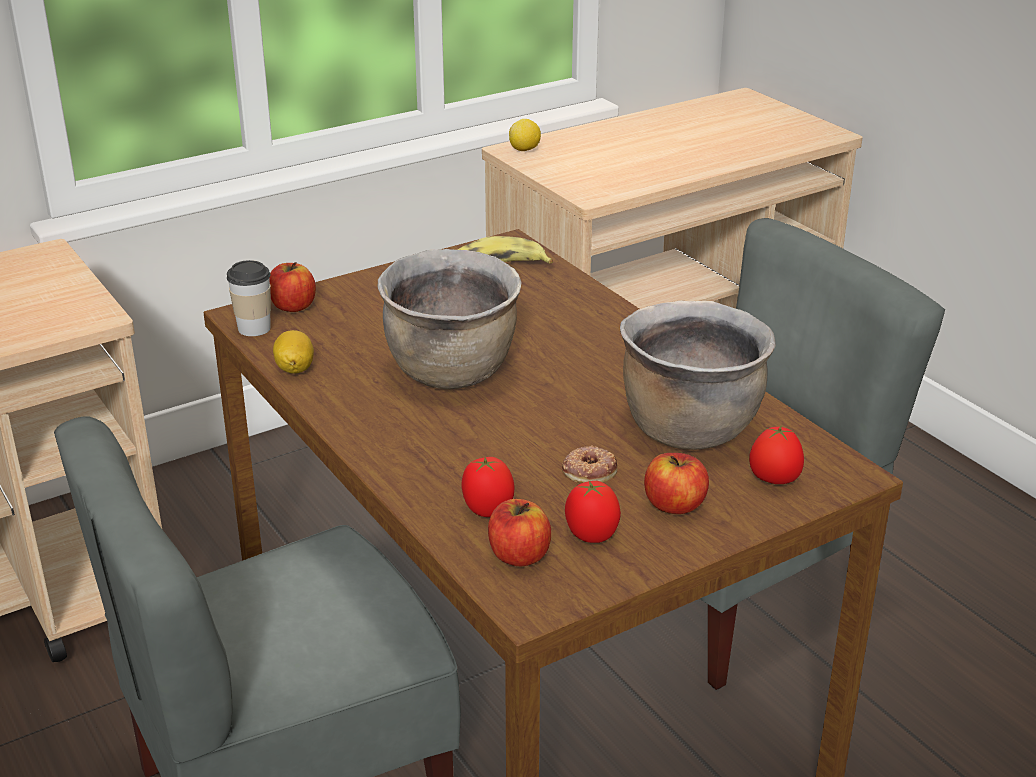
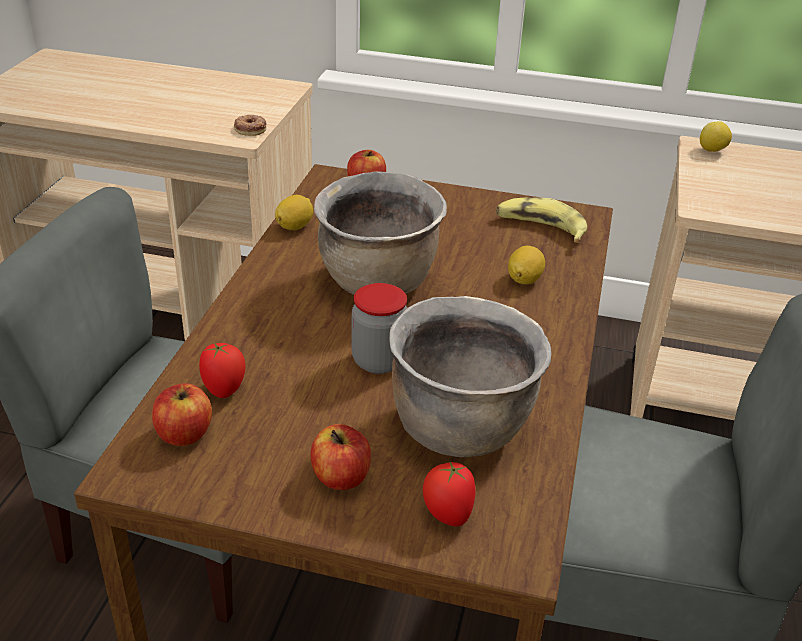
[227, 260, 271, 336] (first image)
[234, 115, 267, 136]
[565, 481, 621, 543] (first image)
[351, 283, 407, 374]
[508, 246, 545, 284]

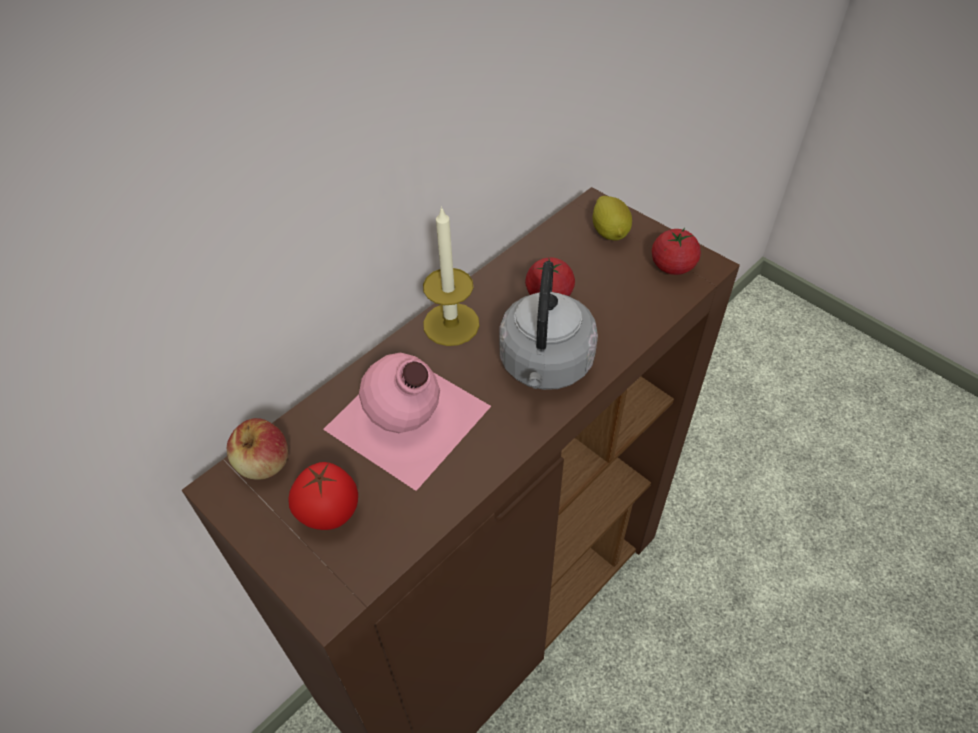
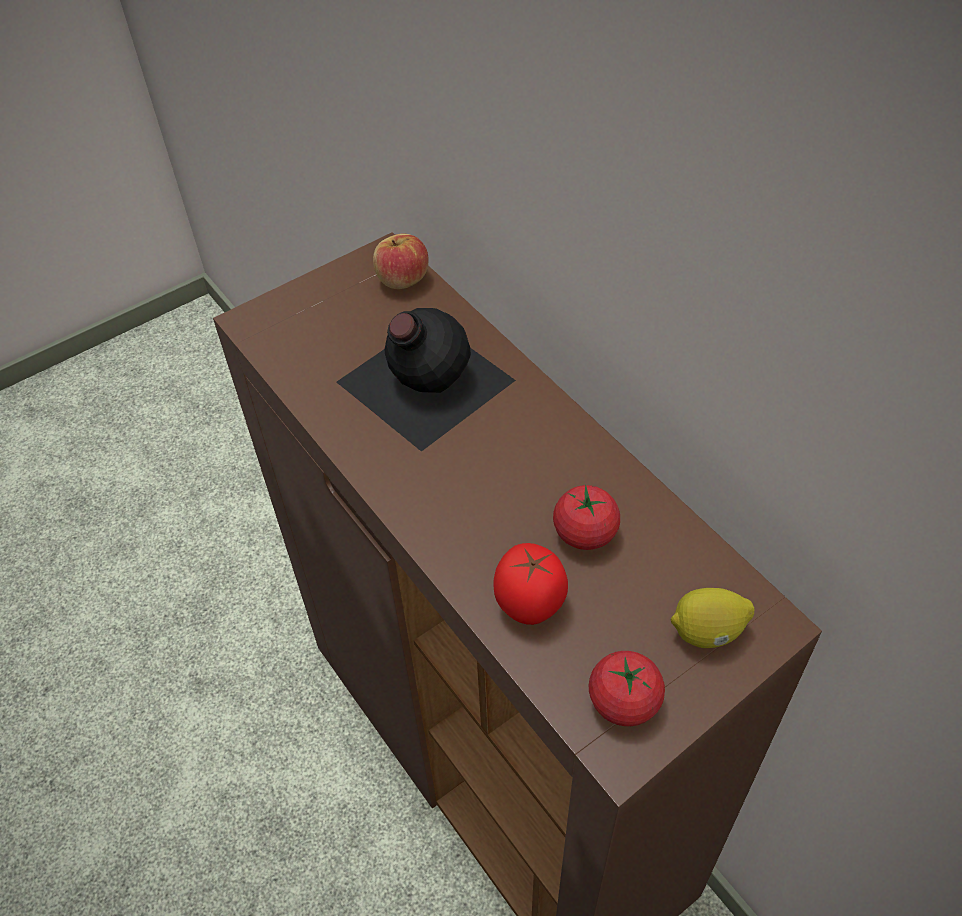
[493, 543, 568, 625]
[336, 308, 516, 452]
[423, 206, 479, 346] (first image)
[499, 261, 598, 390] (first image)

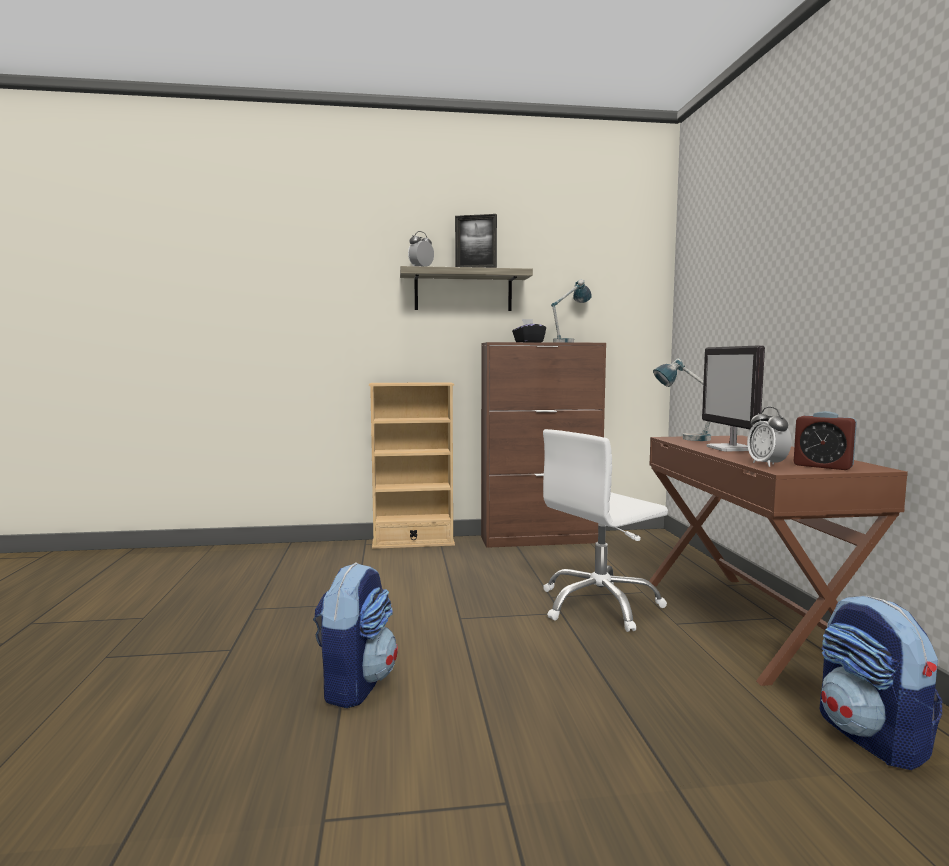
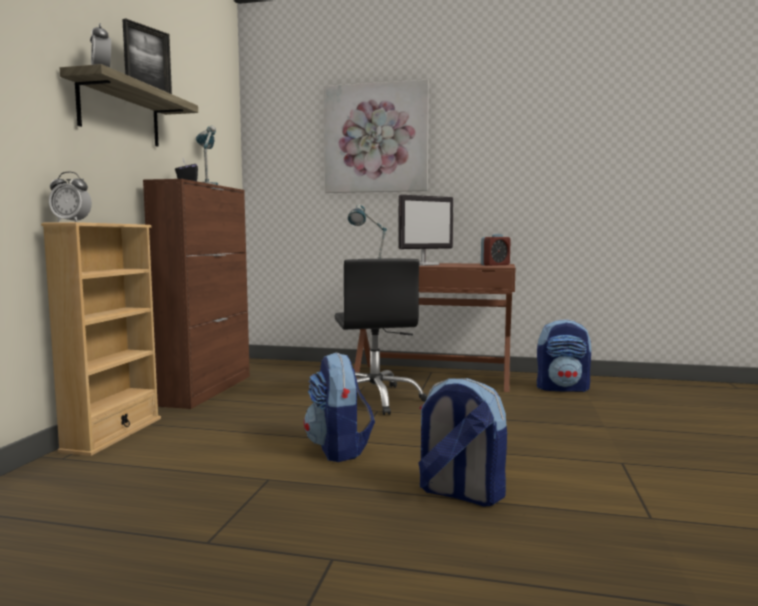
[335, 259, 427, 415]
[398, 195, 454, 266]
[49, 172, 92, 222]
[304, 352, 375, 462]
[324, 80, 429, 193]

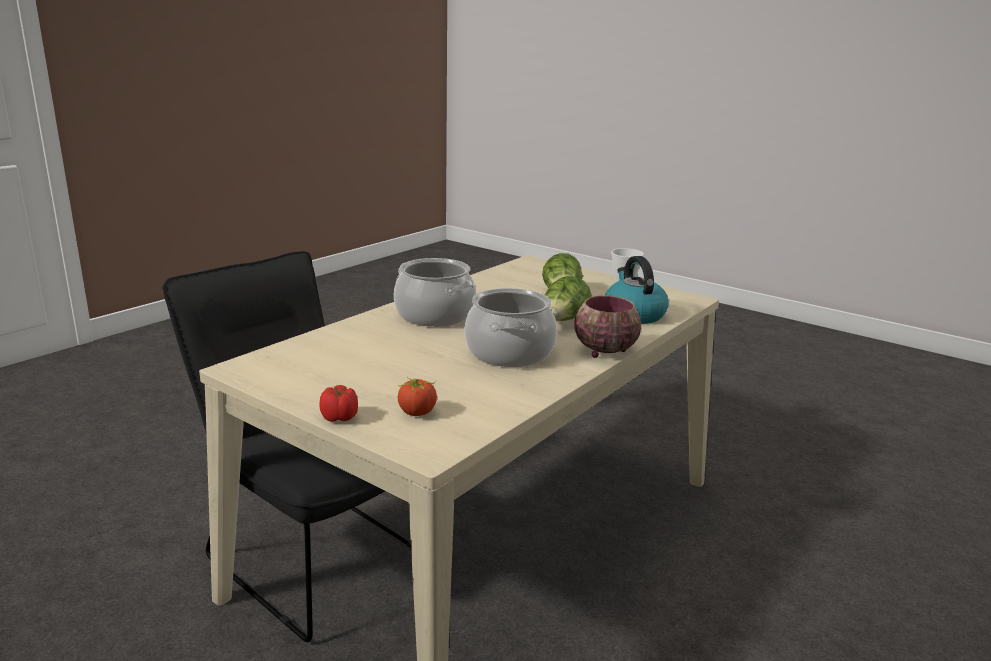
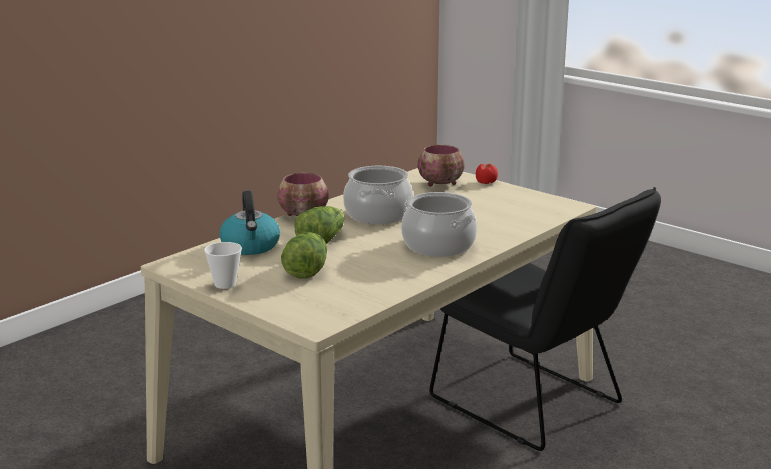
[417, 145, 465, 187]

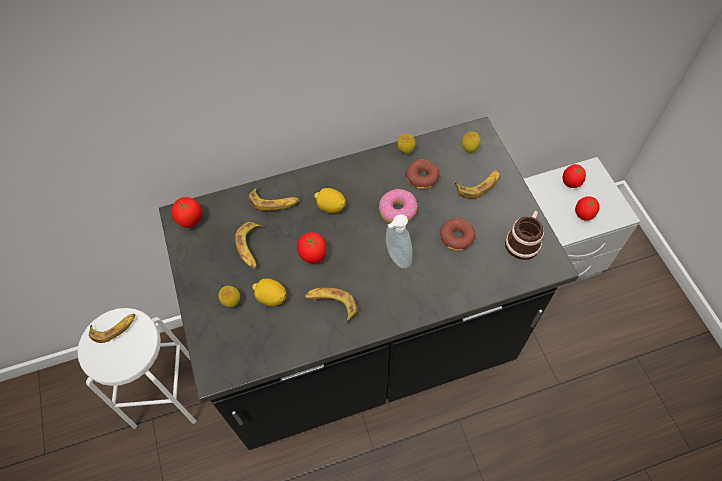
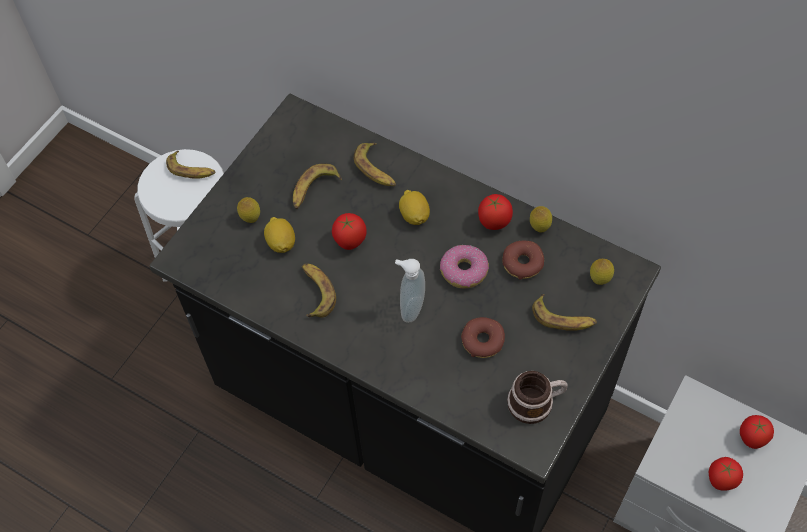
[478, 194, 513, 230]

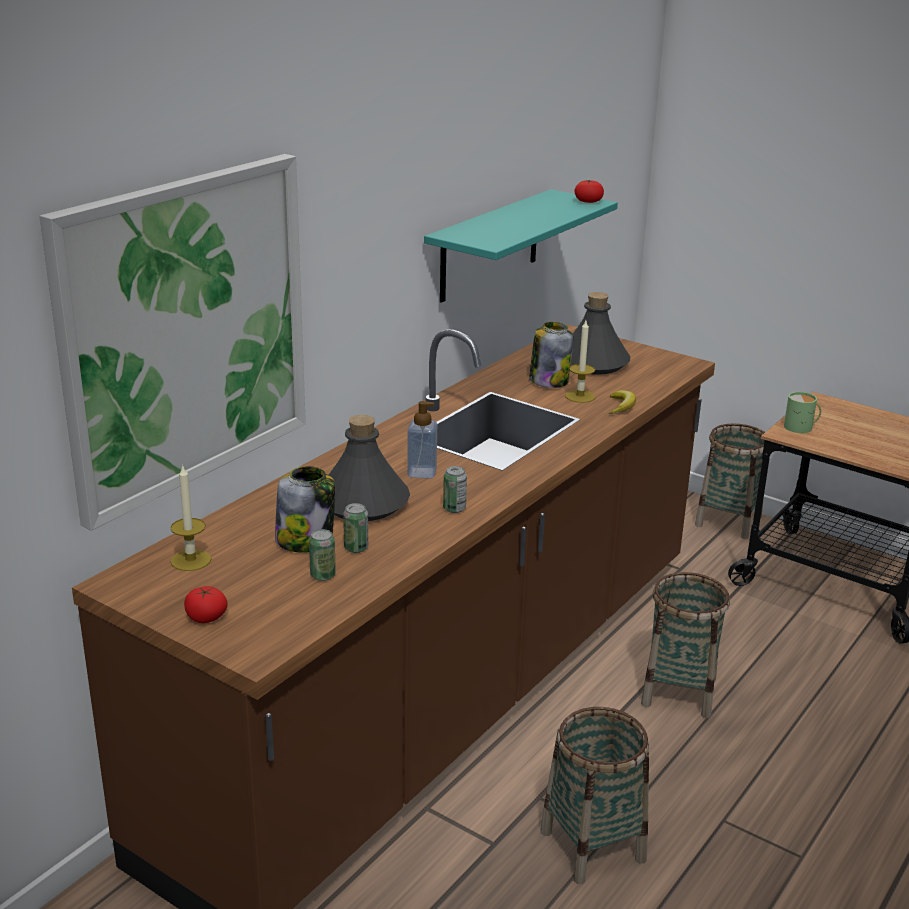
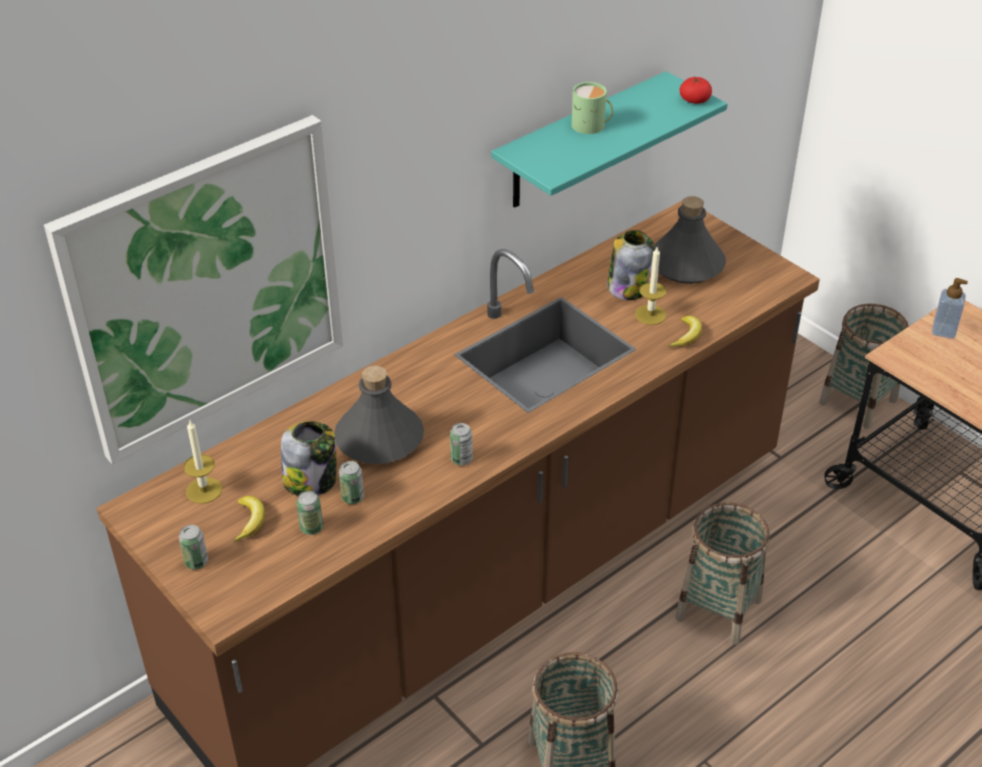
[179, 525, 208, 569]
[932, 278, 968, 339]
[572, 82, 613, 134]
[232, 496, 265, 542]

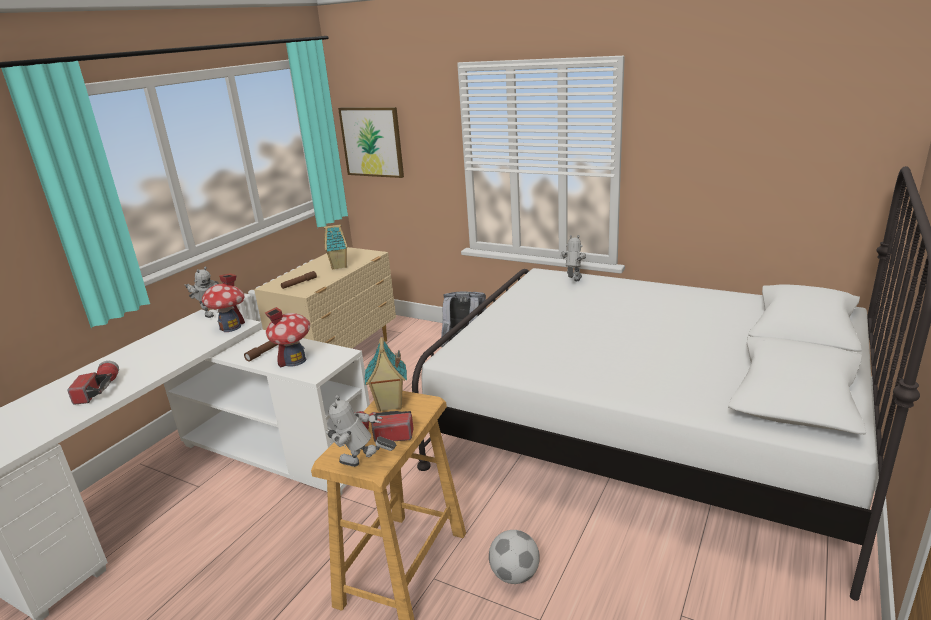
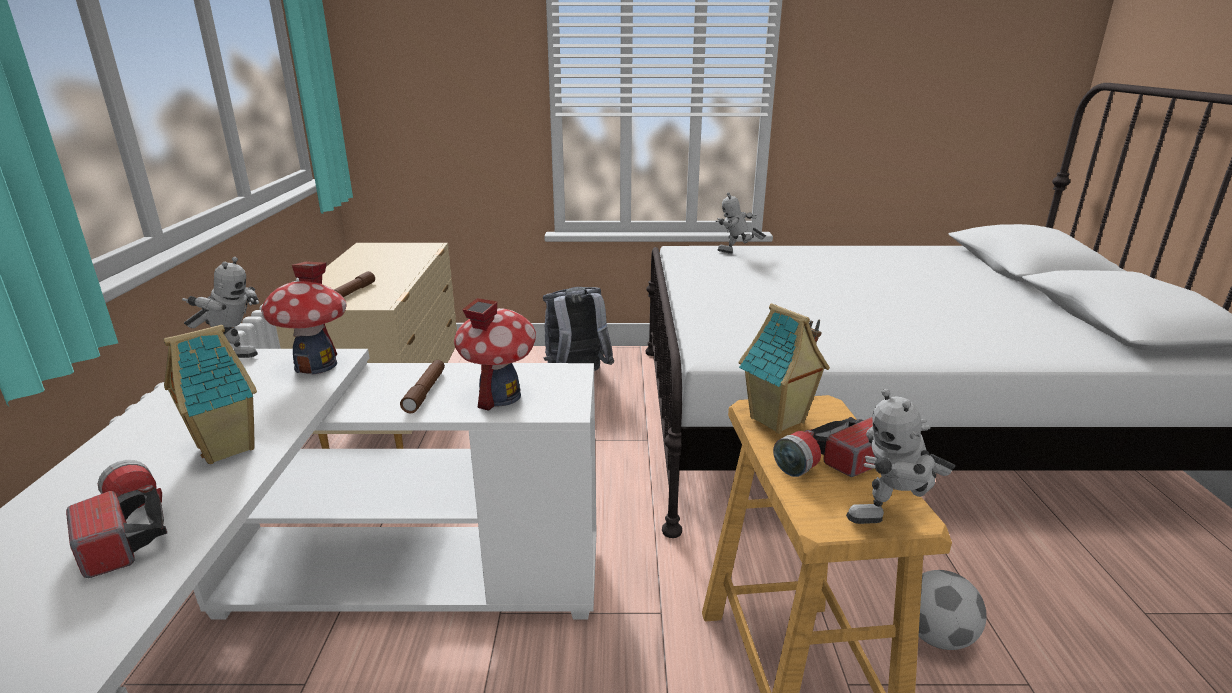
[164, 325, 257, 464]
[338, 107, 404, 178] (first image)
[716, 192, 766, 254]

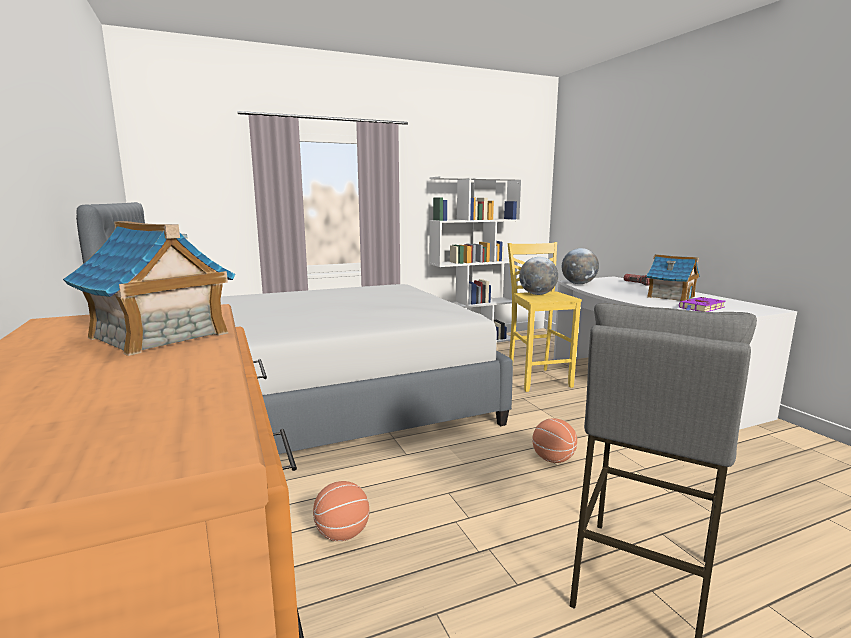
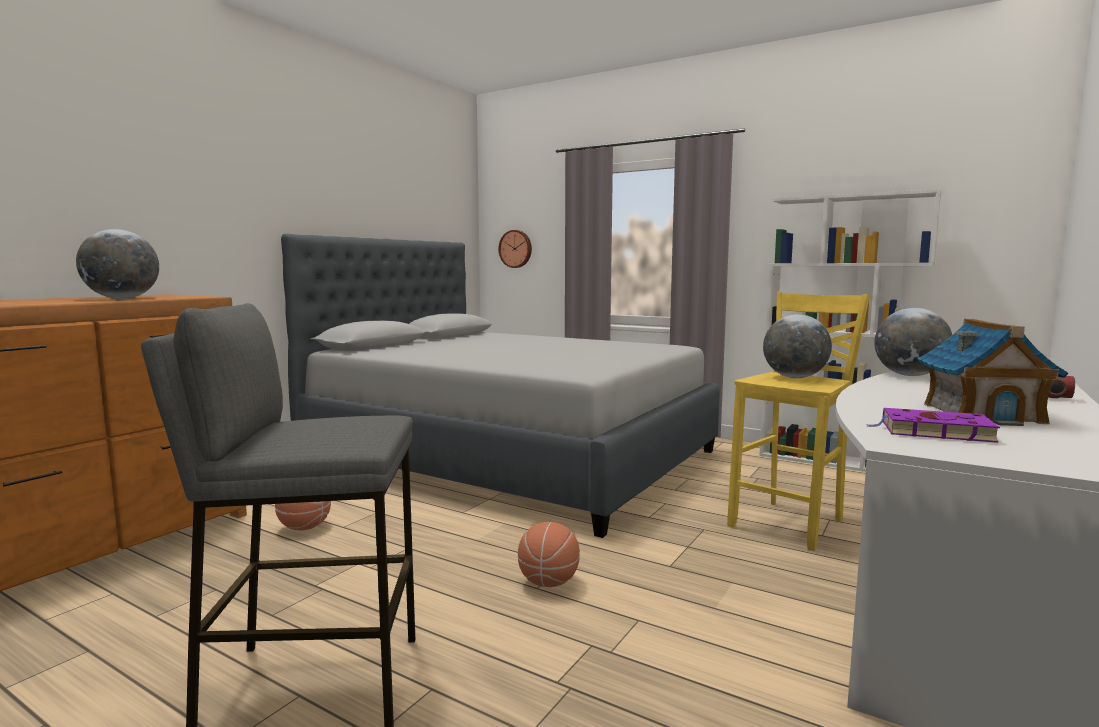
[76, 229, 159, 299]
[498, 230, 532, 268]

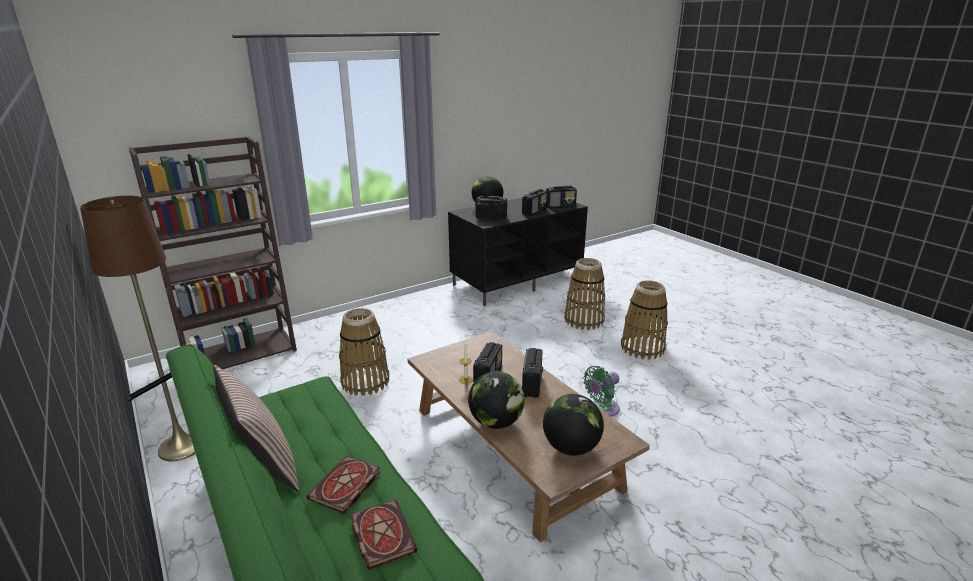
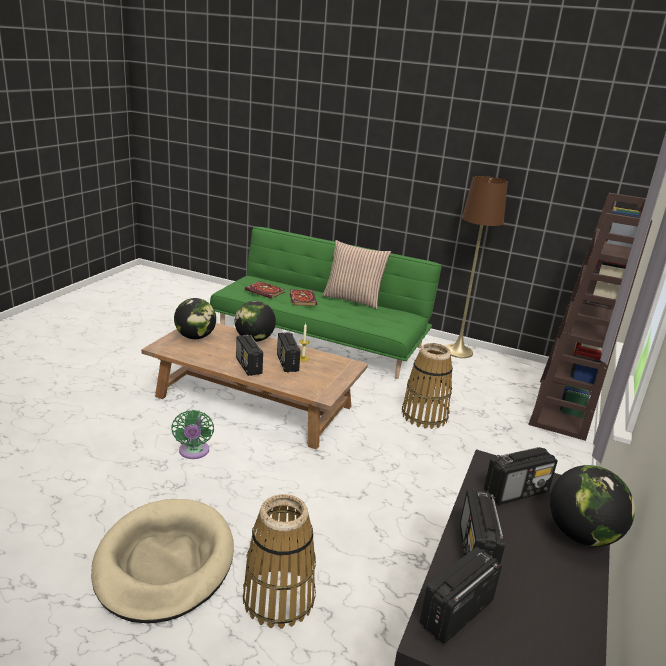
[171, 410, 214, 459]
[91, 499, 234, 624]

